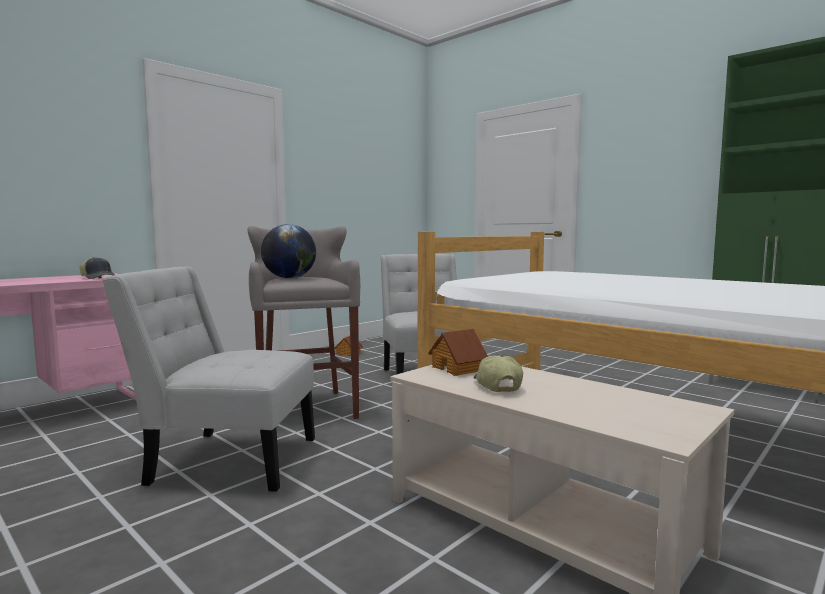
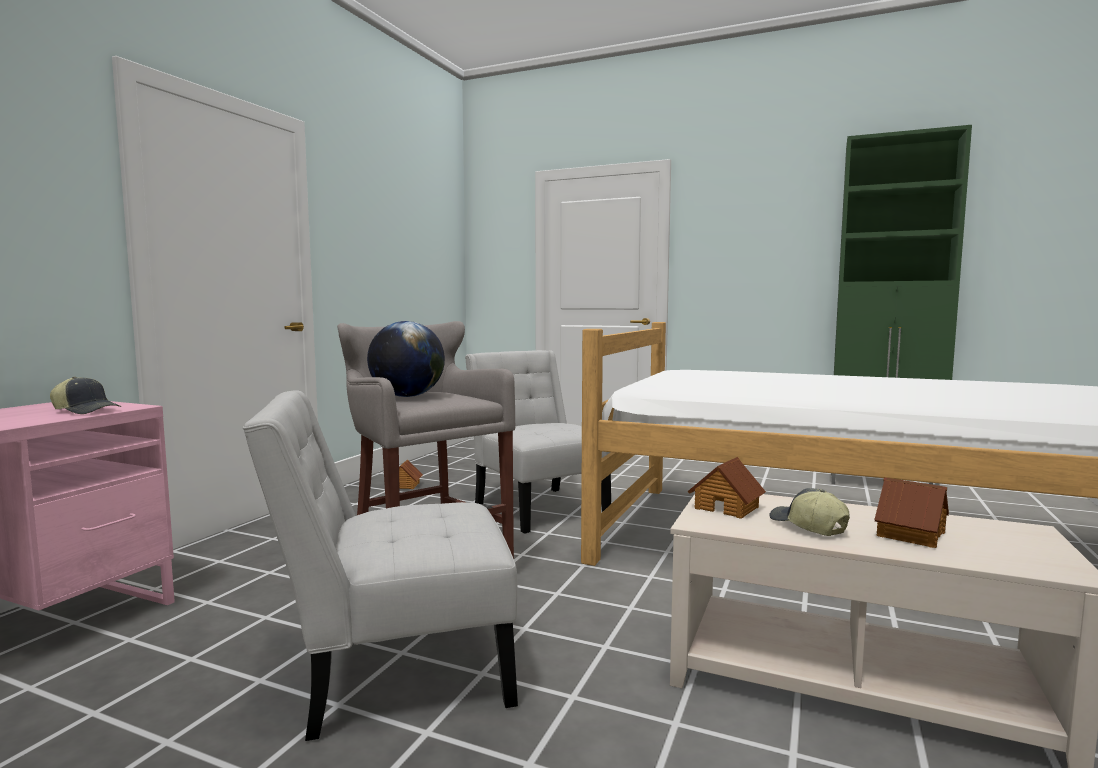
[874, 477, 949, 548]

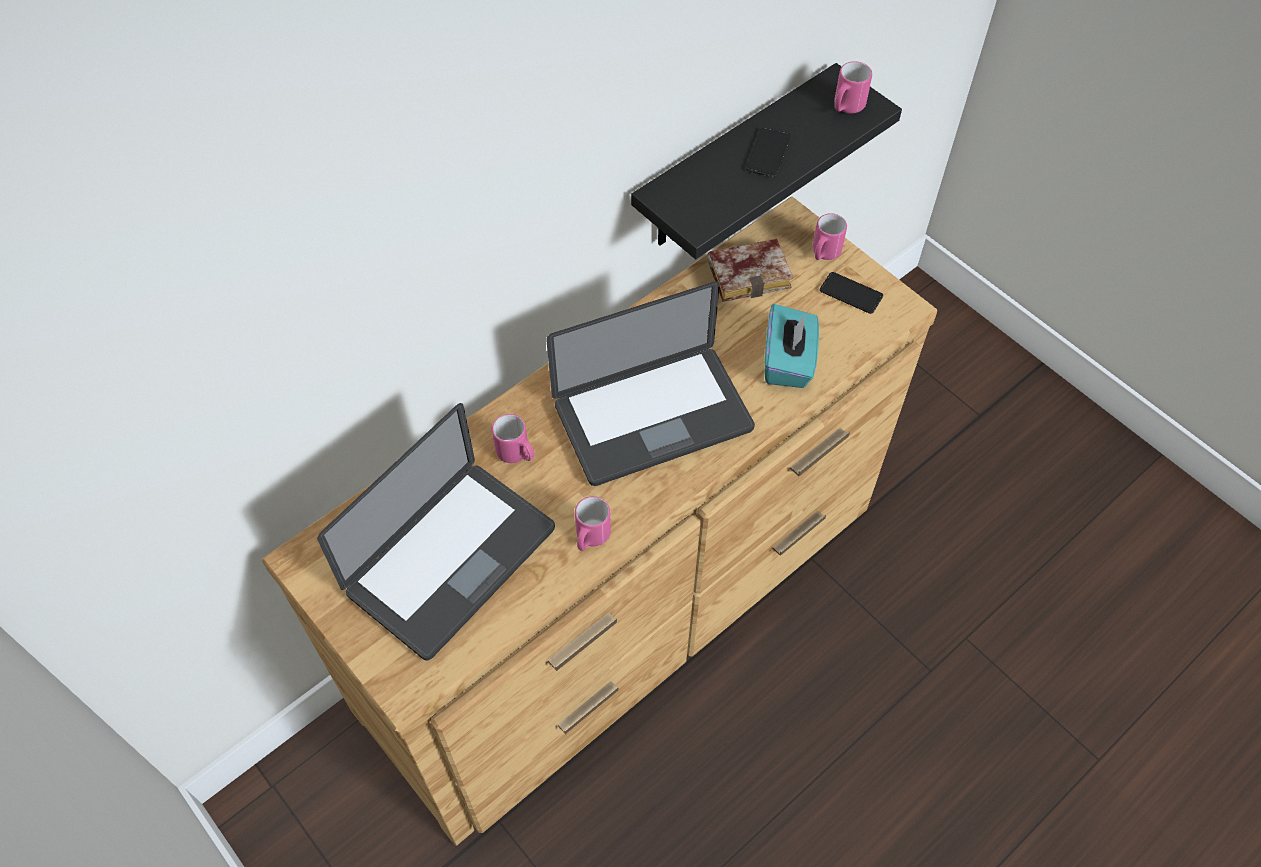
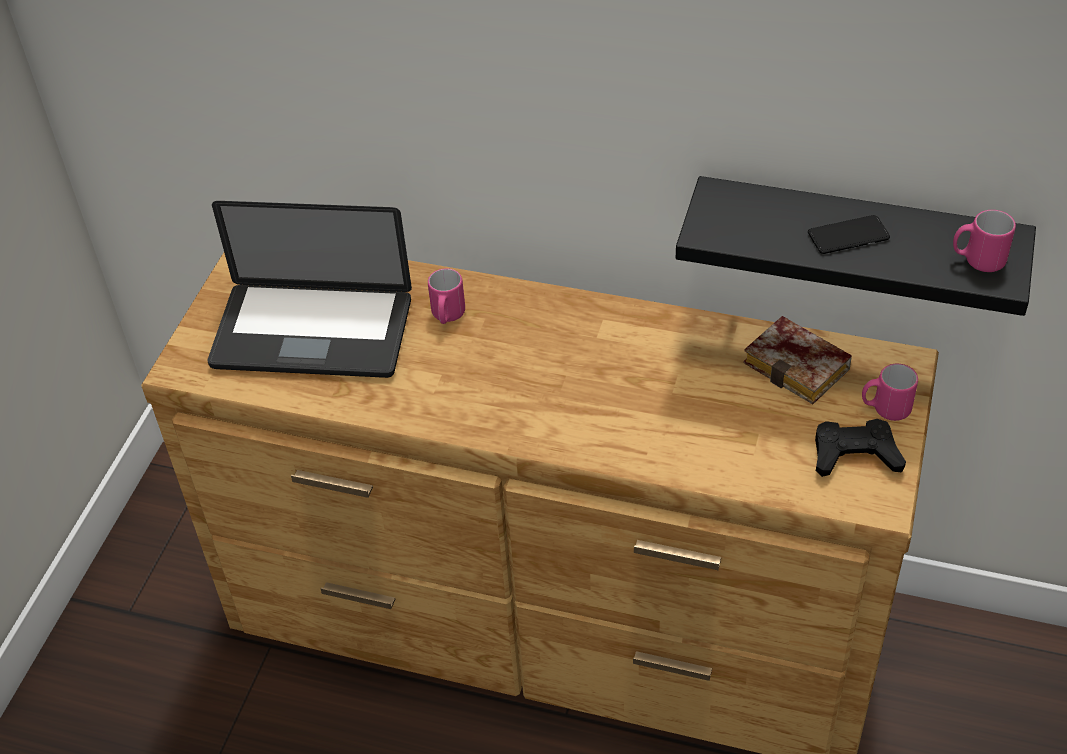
[546, 282, 755, 486] (first image)
[575, 496, 611, 551] (first image)
[764, 304, 819, 388] (first image)
[815, 419, 906, 477]

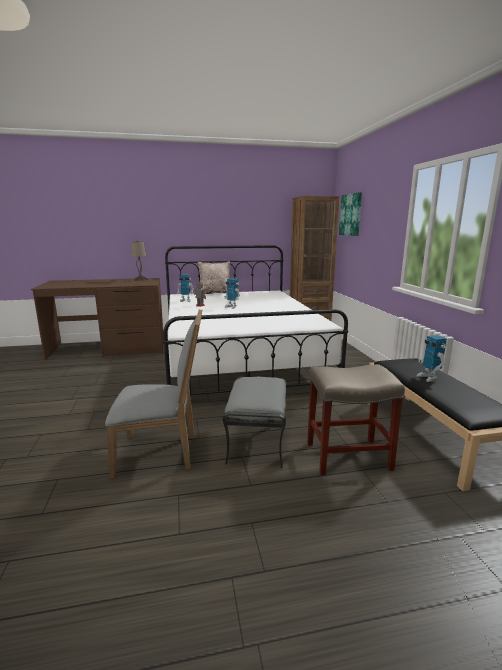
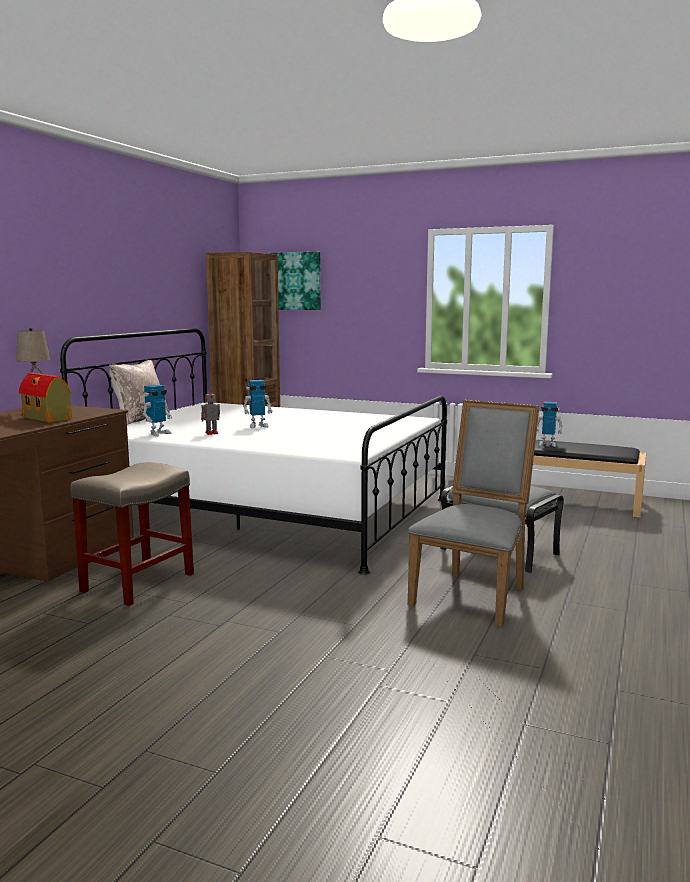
[70, 462, 194, 606]
[19, 373, 72, 423]

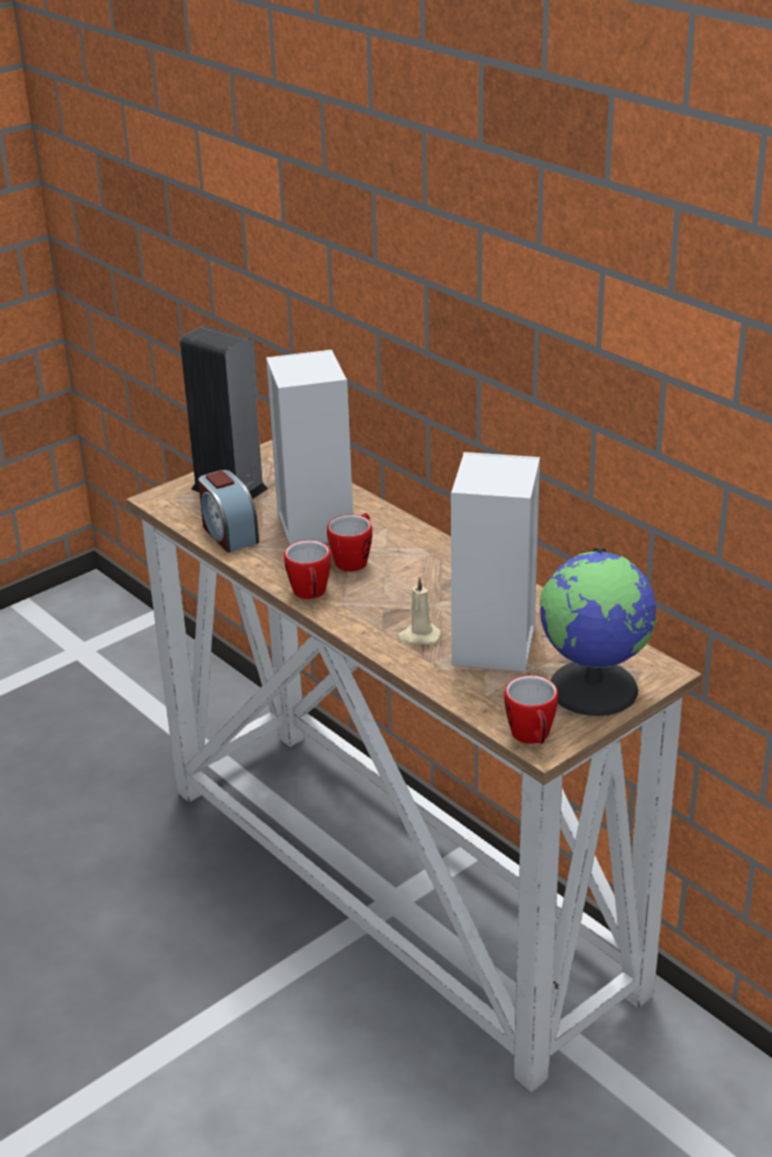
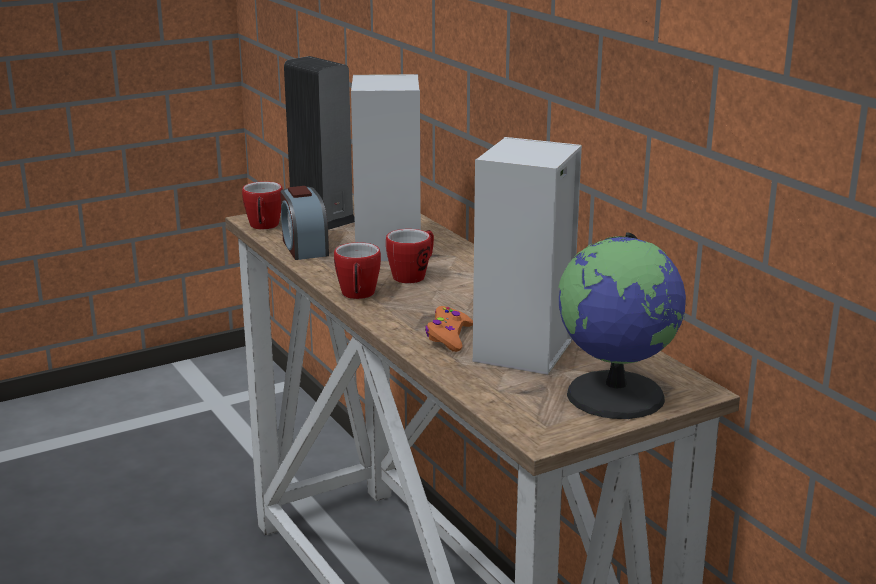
[425, 306, 473, 352]
[242, 181, 283, 230]

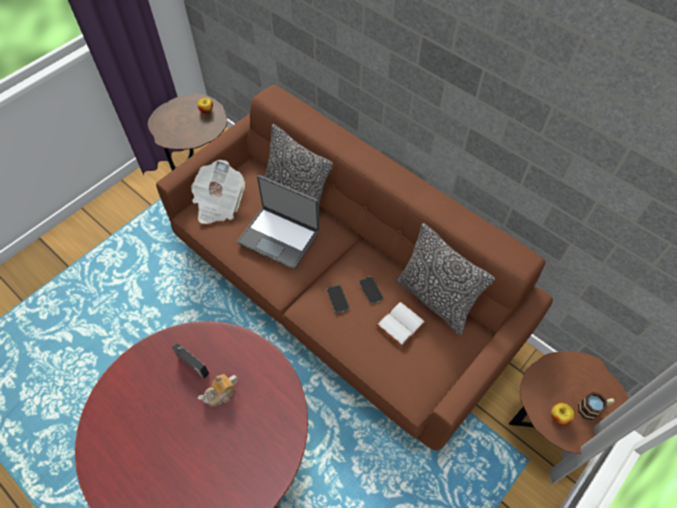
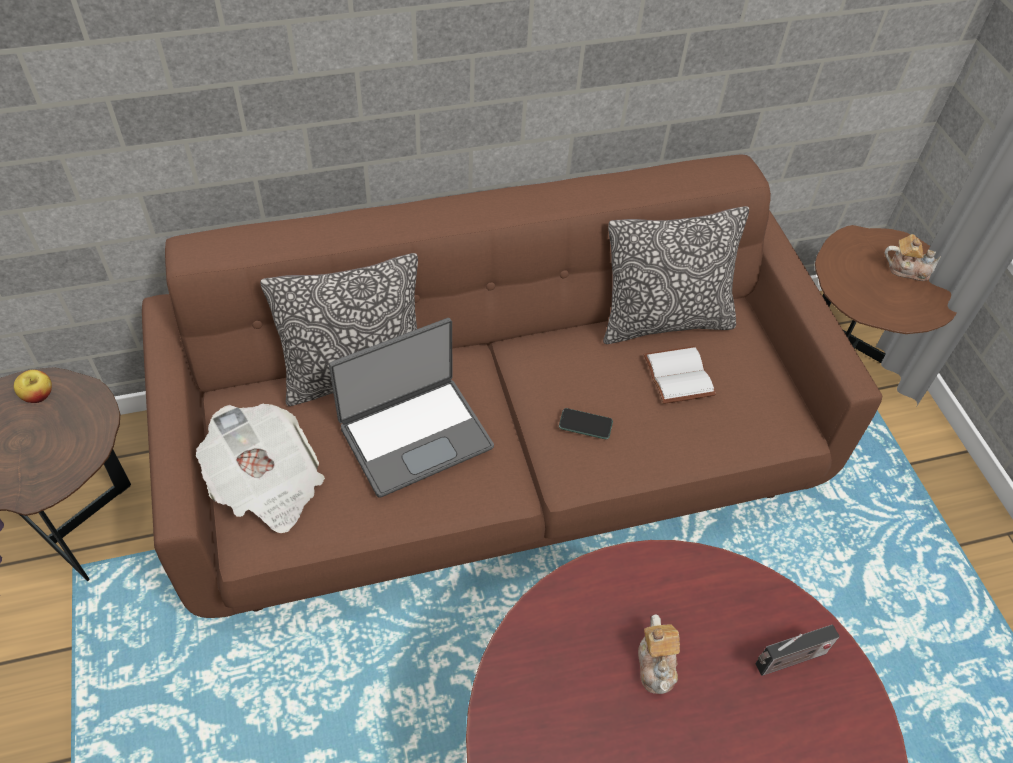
[755, 625, 840, 676]
[359, 276, 384, 304] (first image)
[551, 403, 575, 425] (first image)
[885, 234, 941, 281]

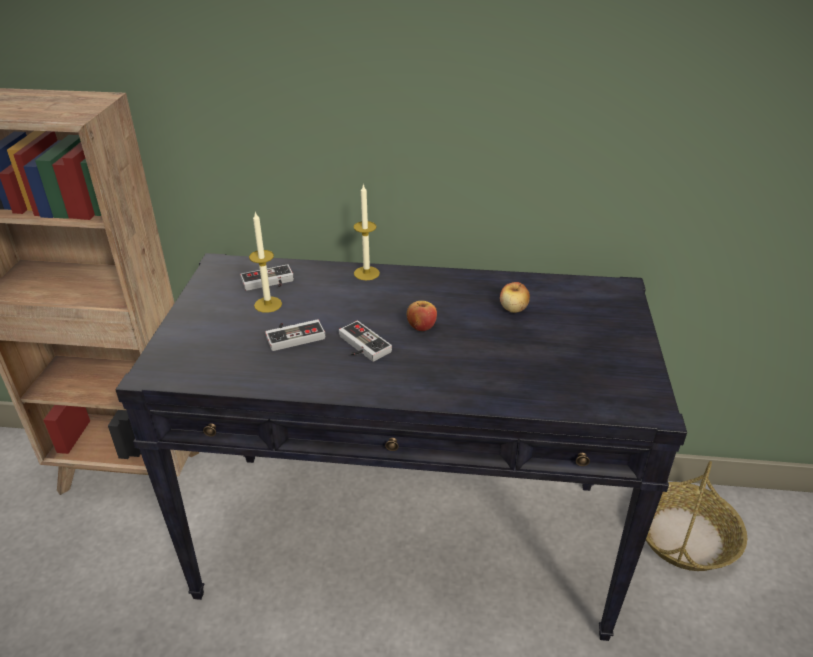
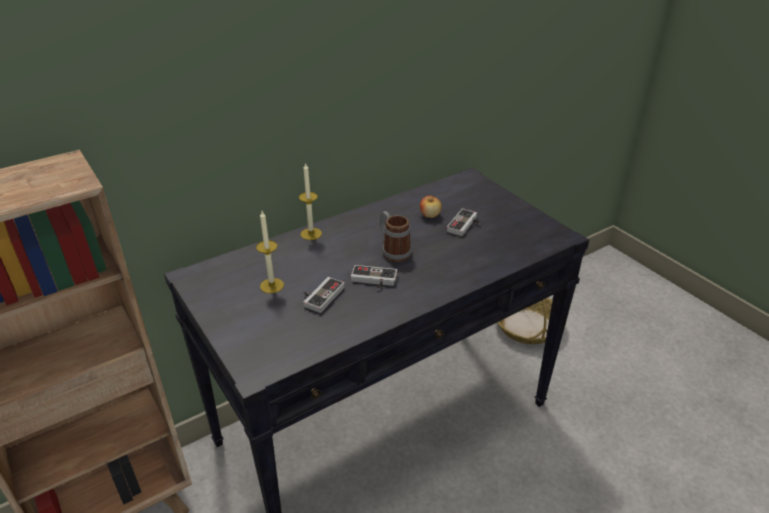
[447, 209, 480, 236]
[379, 211, 412, 262]

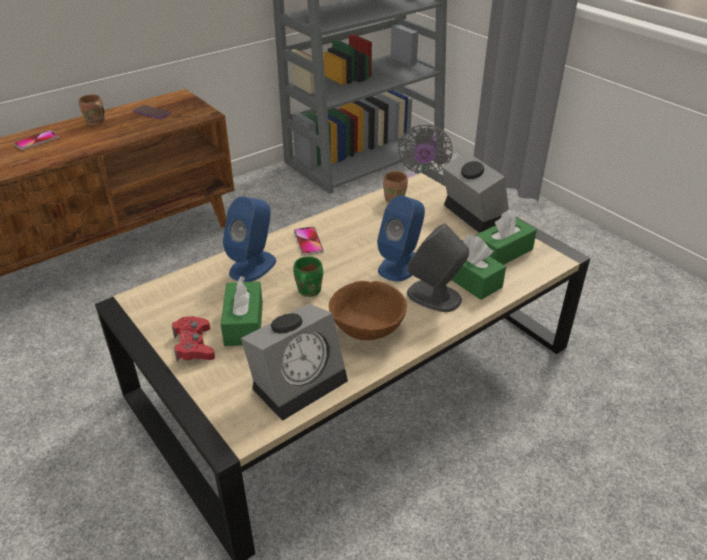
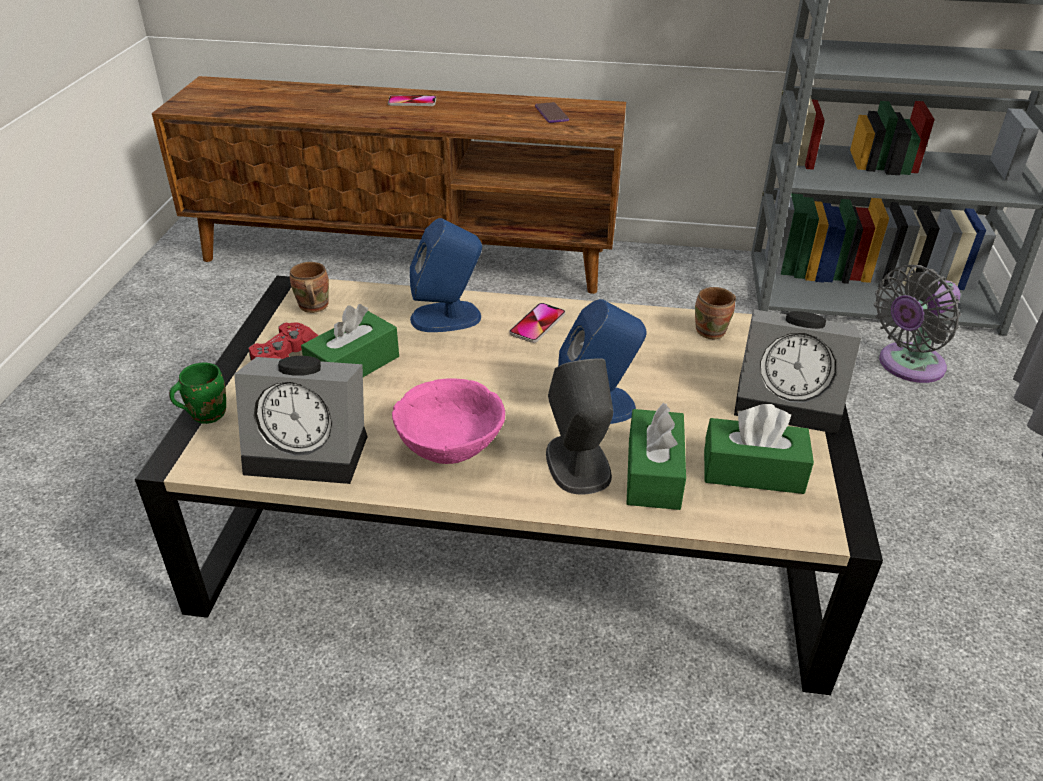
[290, 262, 329, 313]
[169, 362, 226, 424]
[392, 378, 505, 464]
[734, 309, 861, 434]

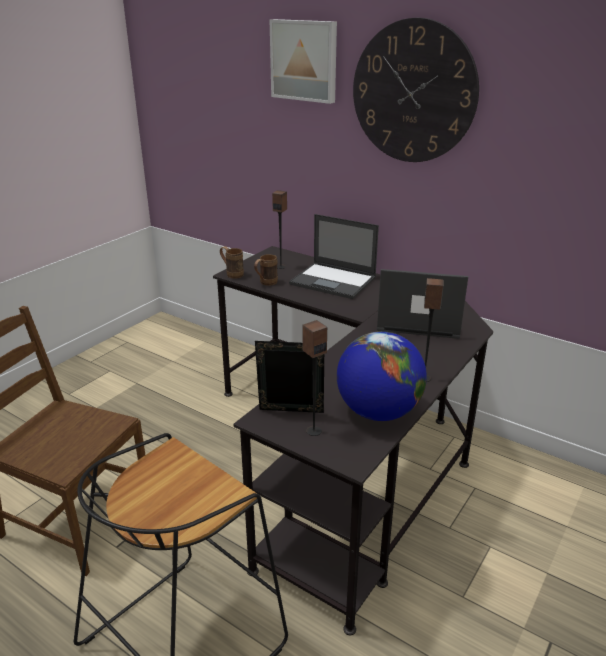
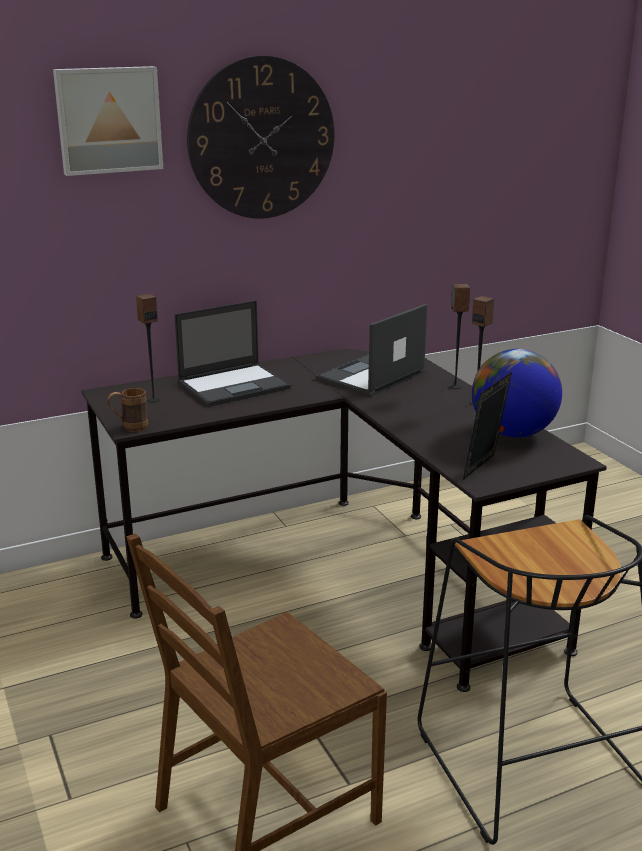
[254, 254, 278, 286] (first image)
[449, 284, 470, 389]

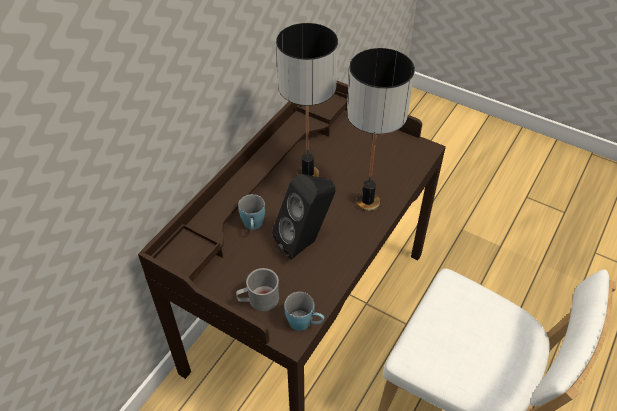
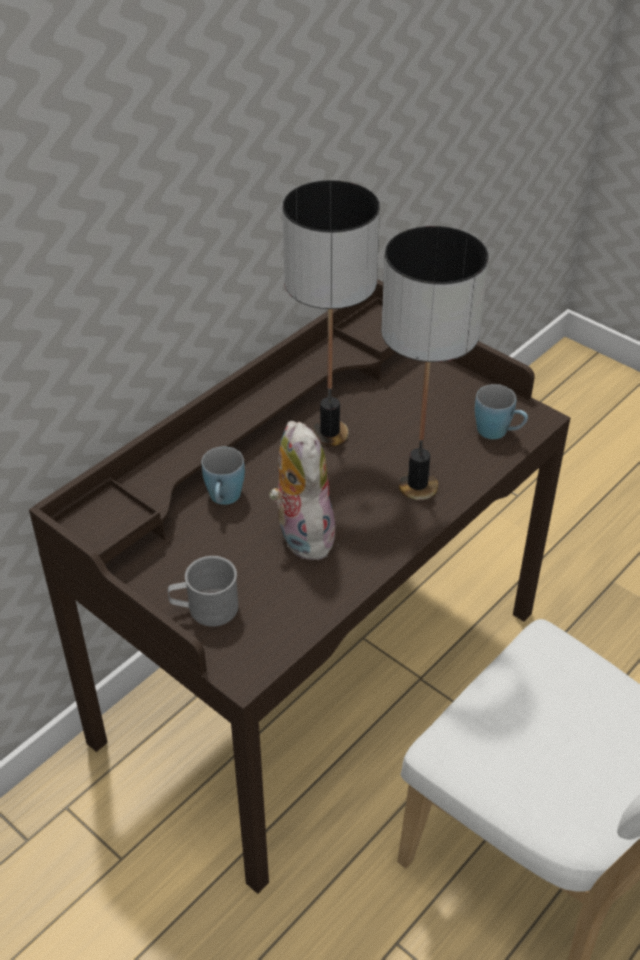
[269, 421, 335, 560]
[475, 384, 528, 439]

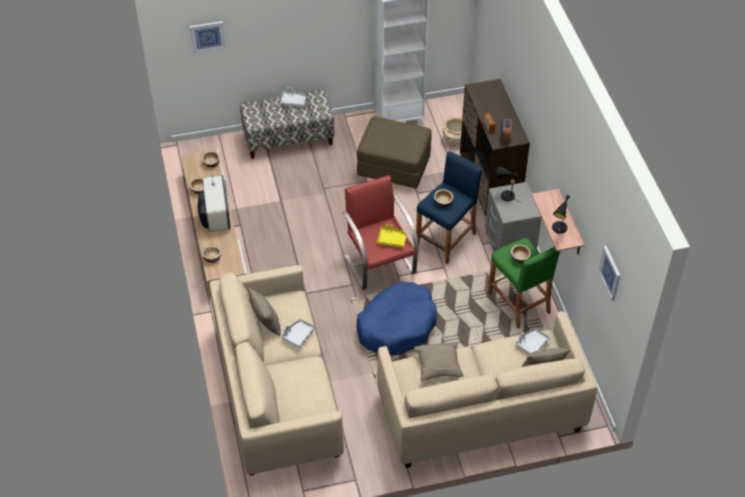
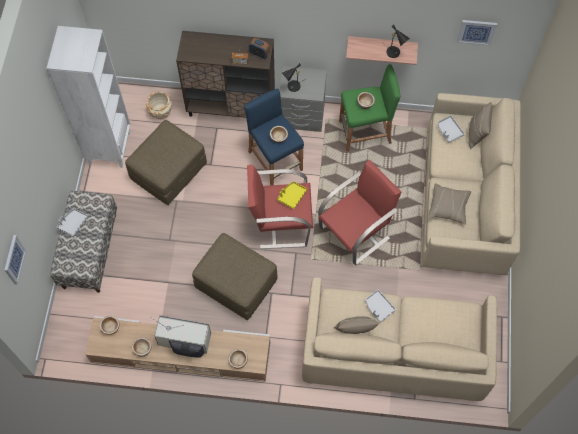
[318, 160, 401, 265]
[192, 233, 277, 320]

